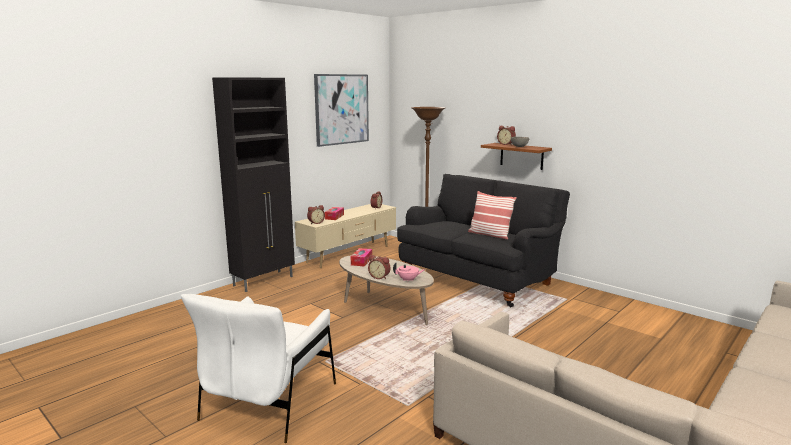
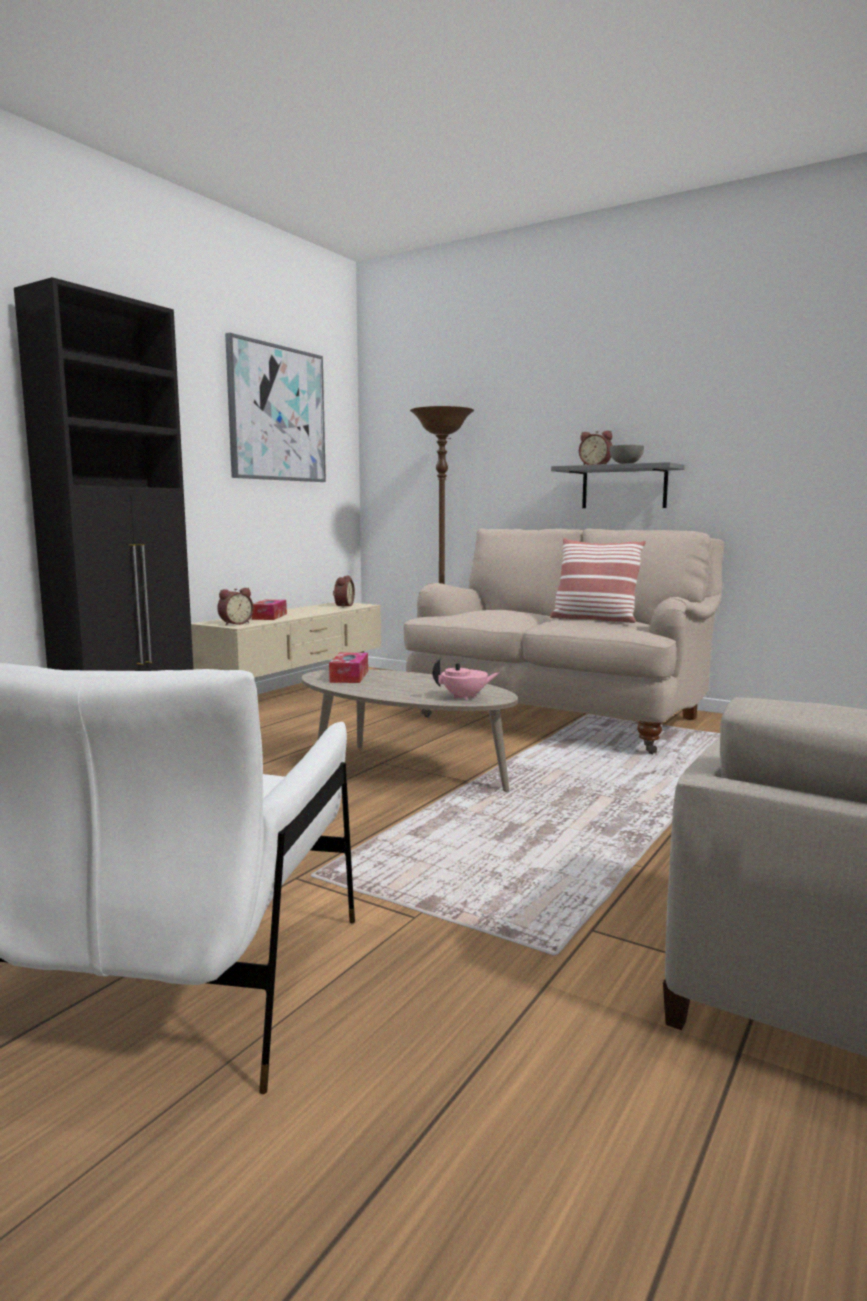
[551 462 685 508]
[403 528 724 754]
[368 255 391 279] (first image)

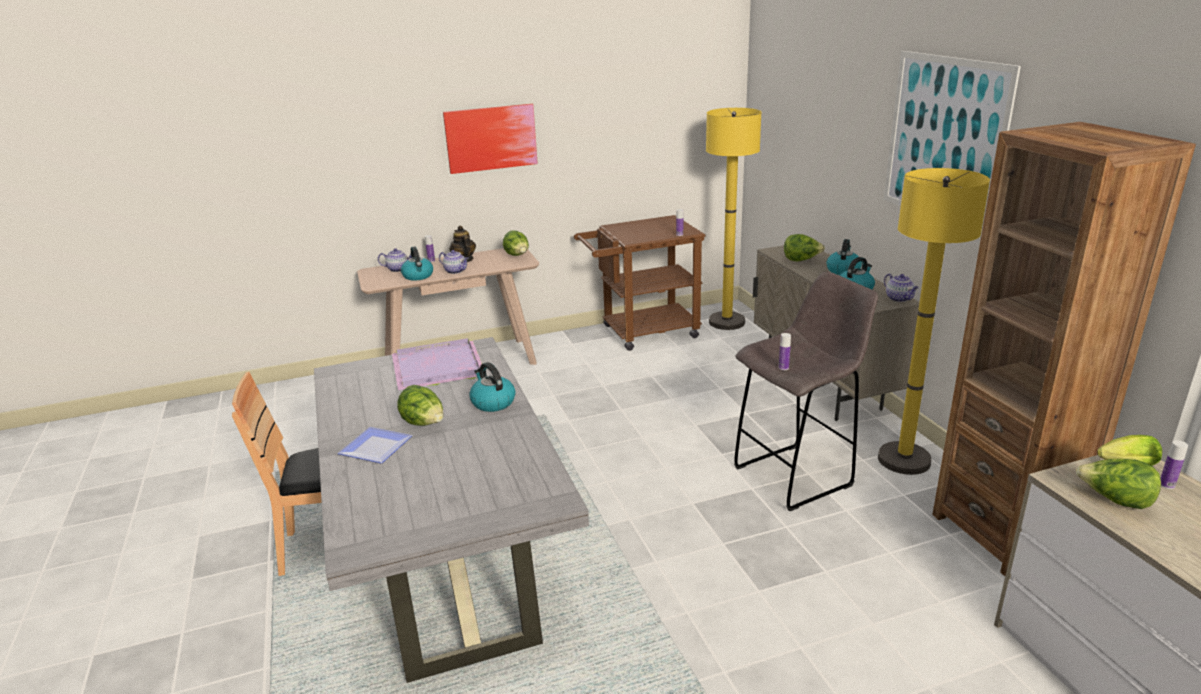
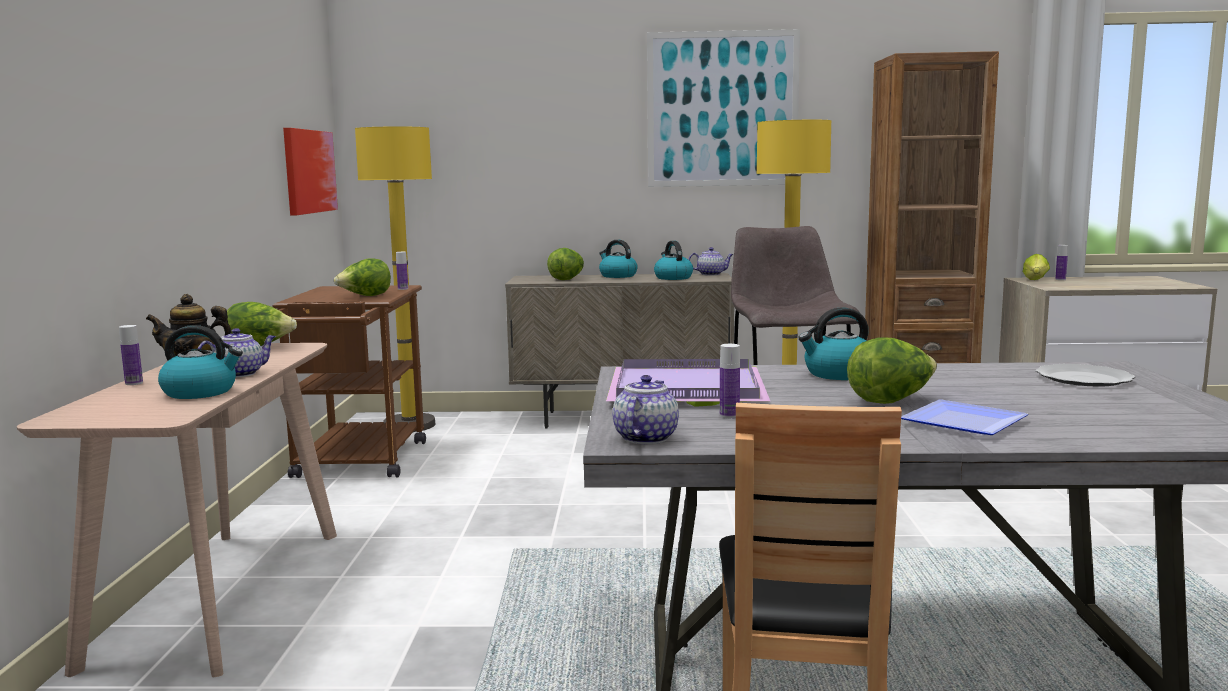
[283 128 338 216]
[613 375 679 444]
[720 344 740 418]
[334 258 391 296]
[1036 364 1135 387]

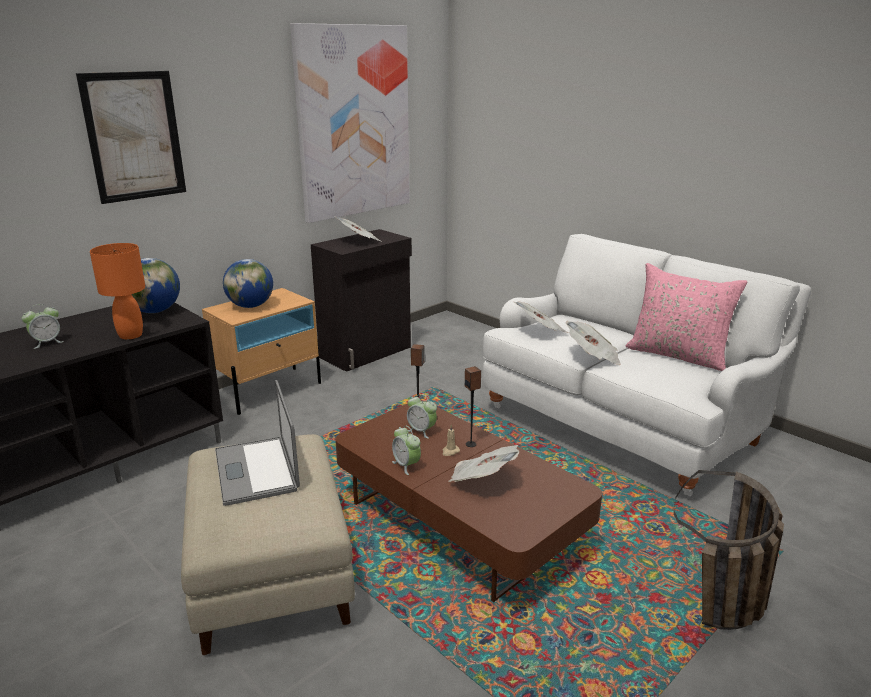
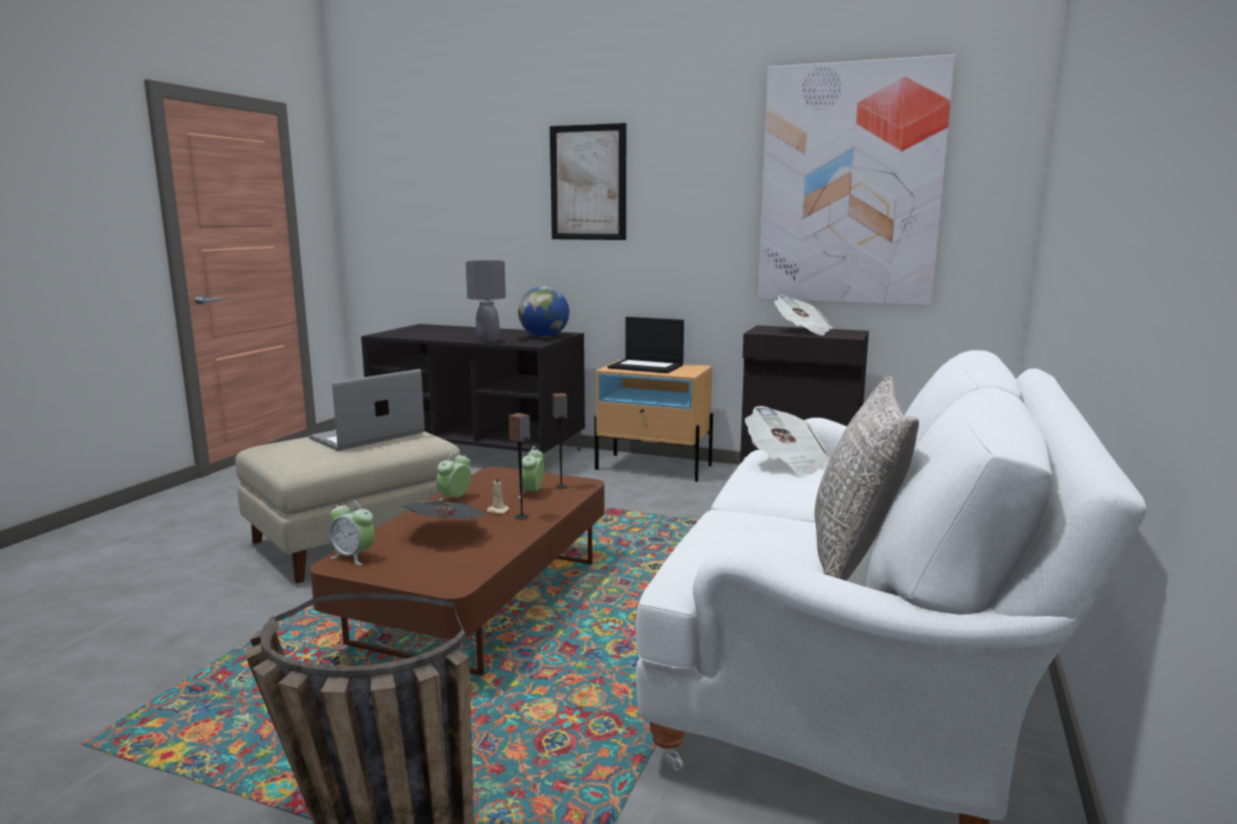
[466 260 506 343]
[608 317 684 373]
[815 376 919 581]
[329 499 375 565]
[566 321 621 365] (first image)

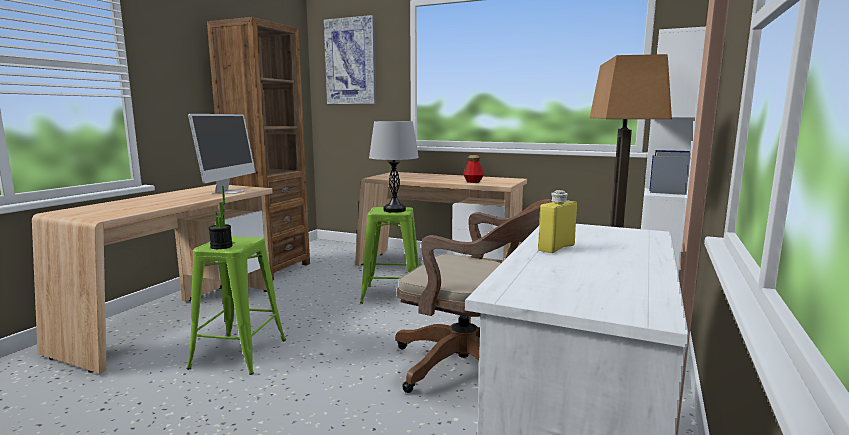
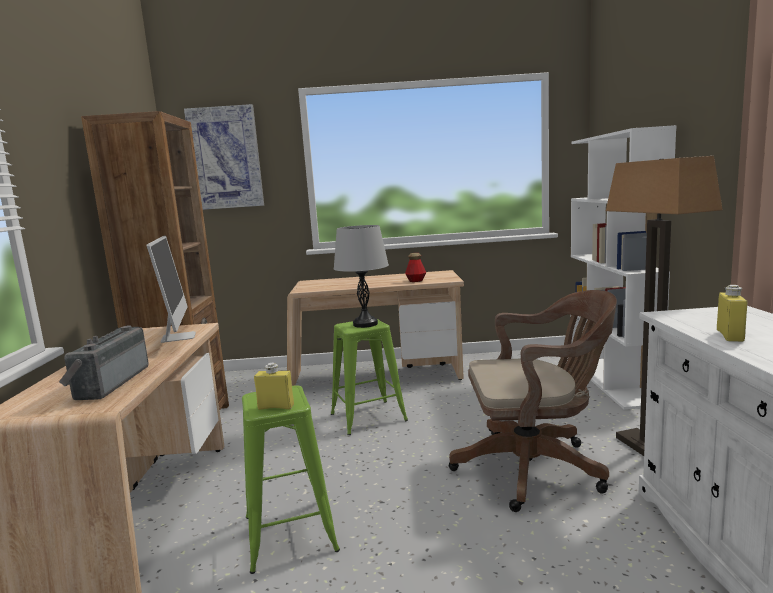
[254 363 294 410]
[59 325 149 400]

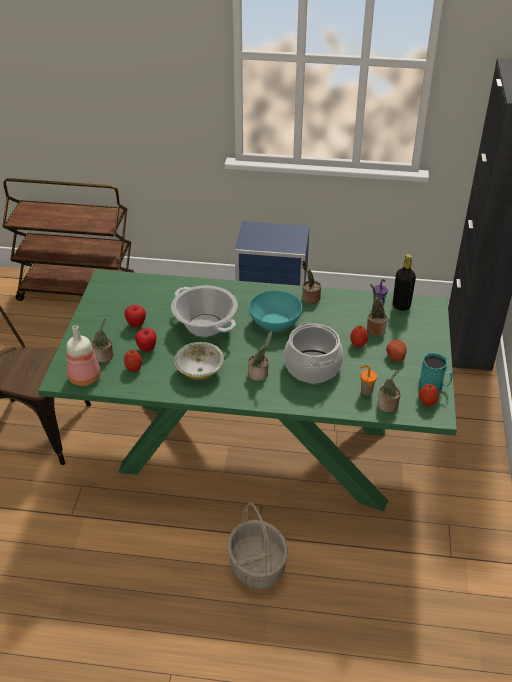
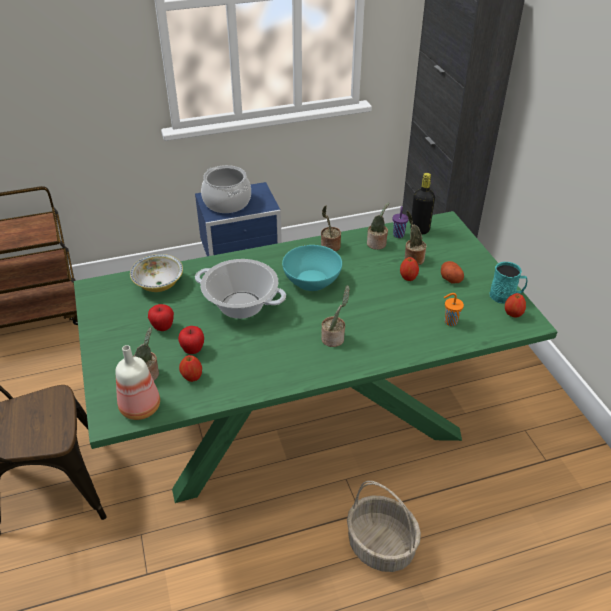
[201 165 251 213]
[130 254 183 292]
[367 202 389 250]

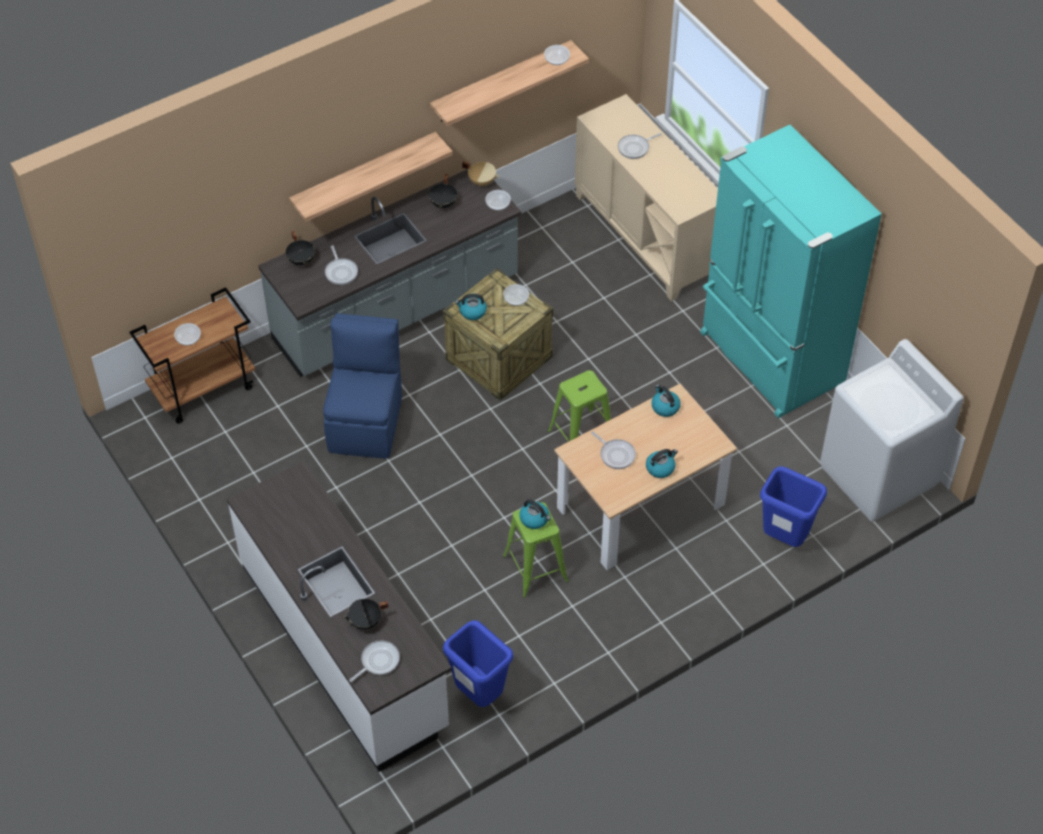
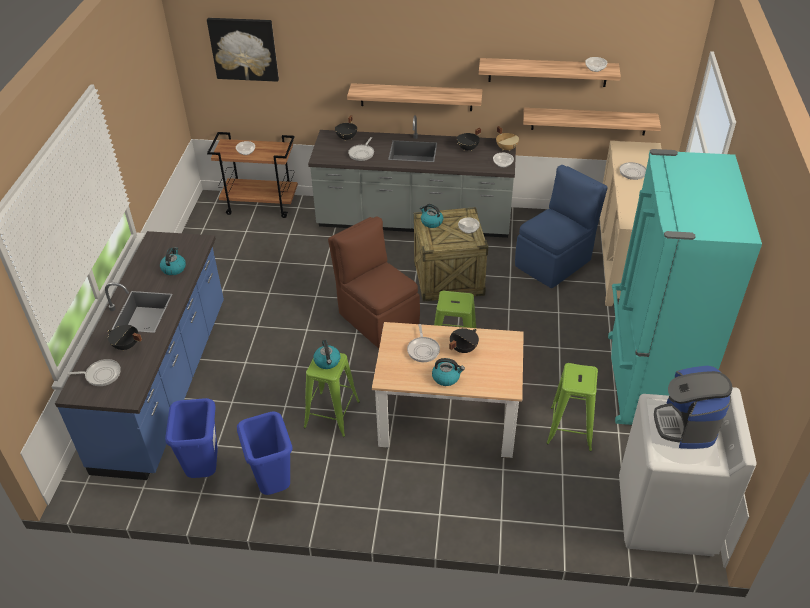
[515 165 608 288]
[160 248 186 275]
[55 231 224 480]
[237 411 293 495]
[207 18 279 82]
[523 108 661 135]
[328 216 420 348]
[449 328 479 353]
[546 363 598 451]
[654 366 733 449]

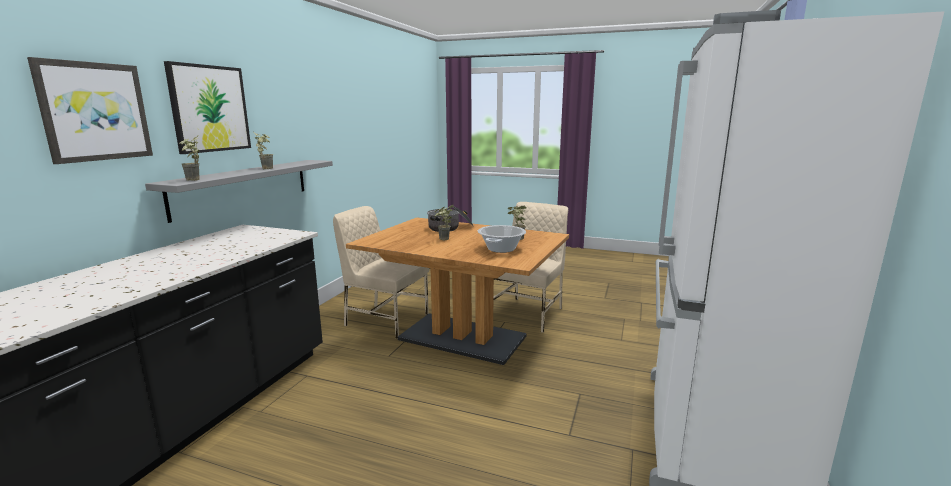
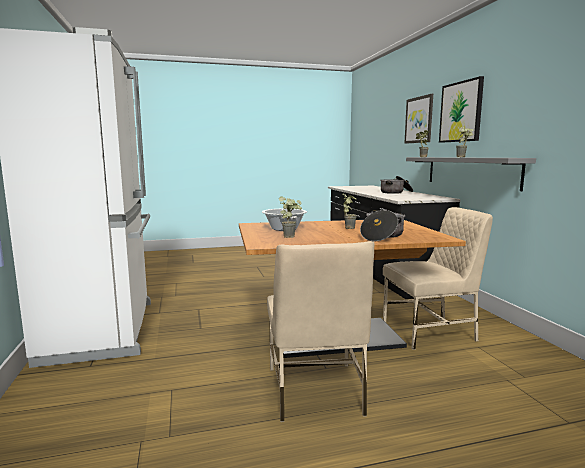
[380 176 413 194]

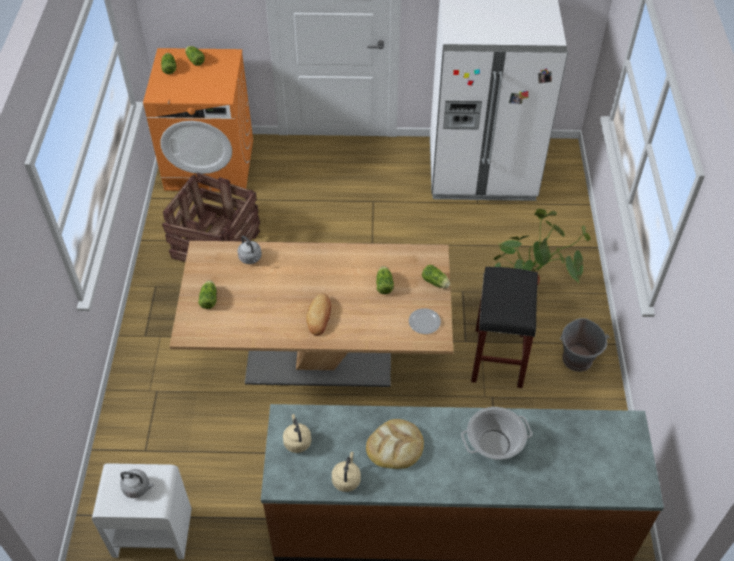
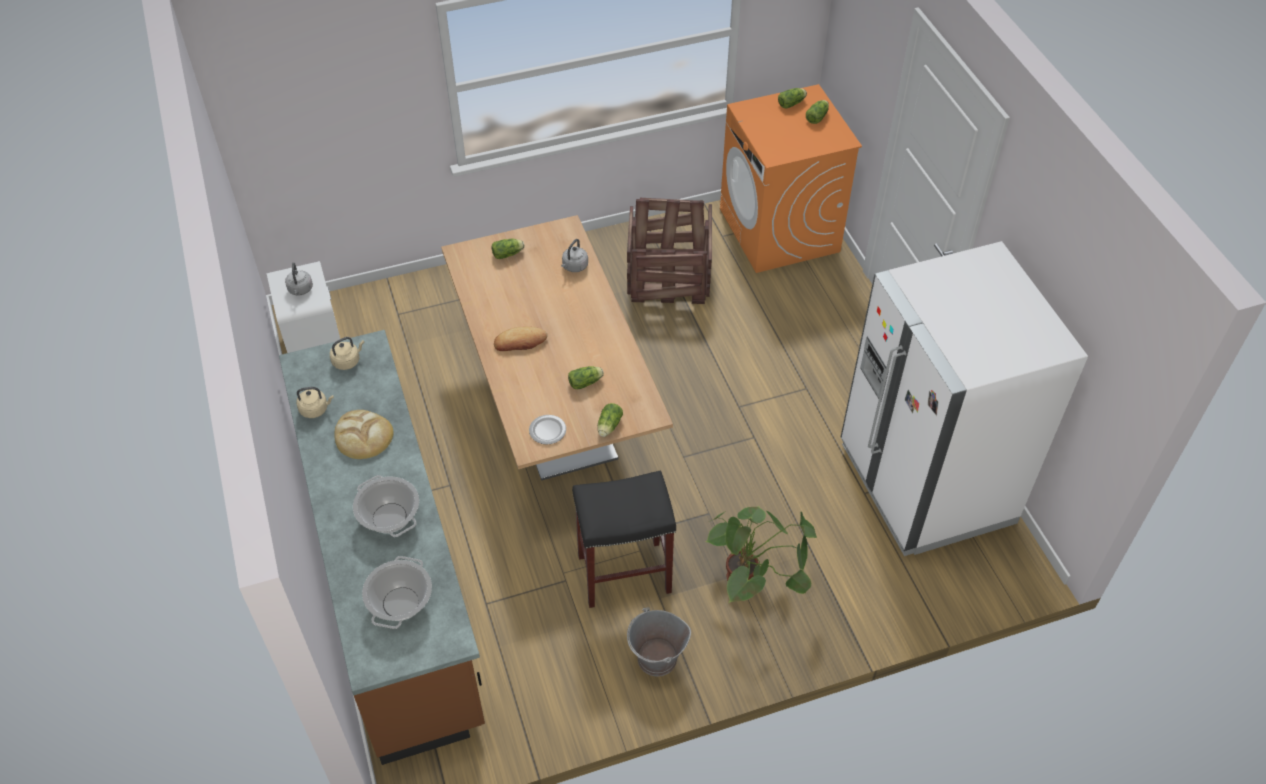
[362 556 432 629]

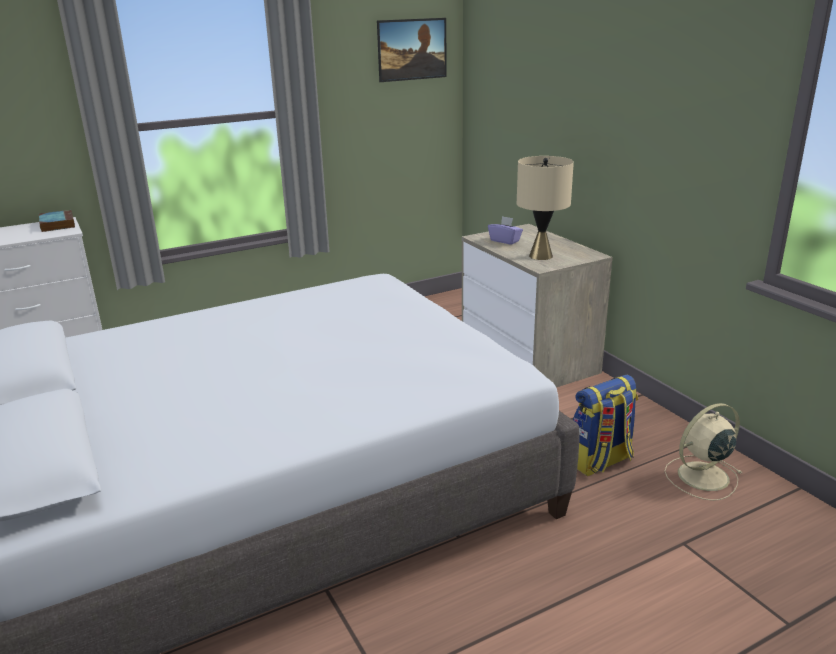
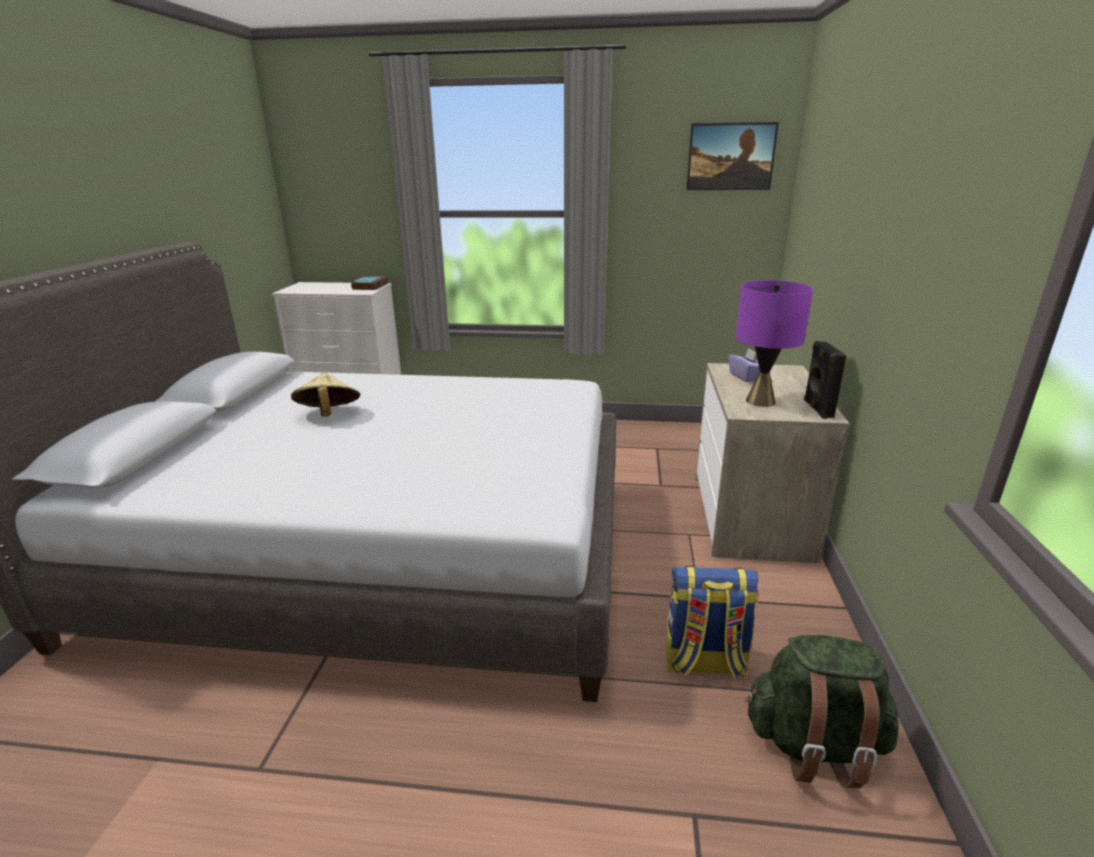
[736 280 813 407]
[745 635 899 788]
[804 341 847 419]
[291 372 360 417]

